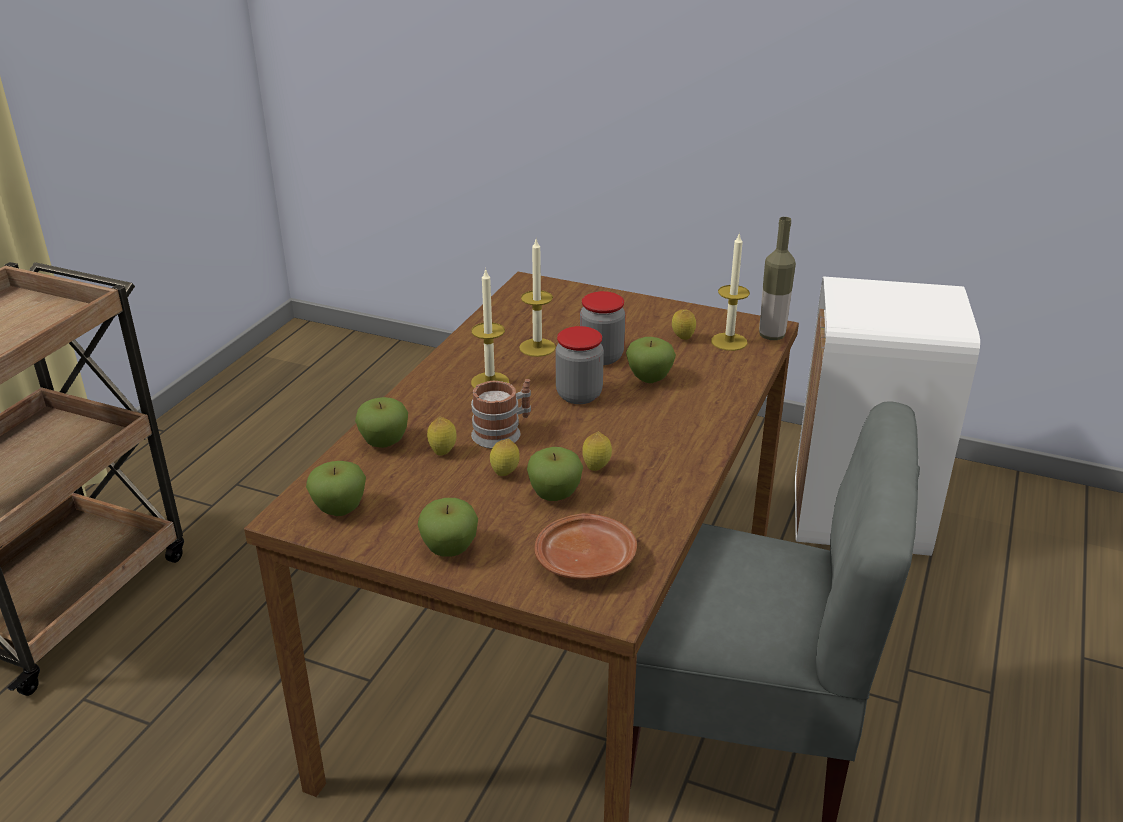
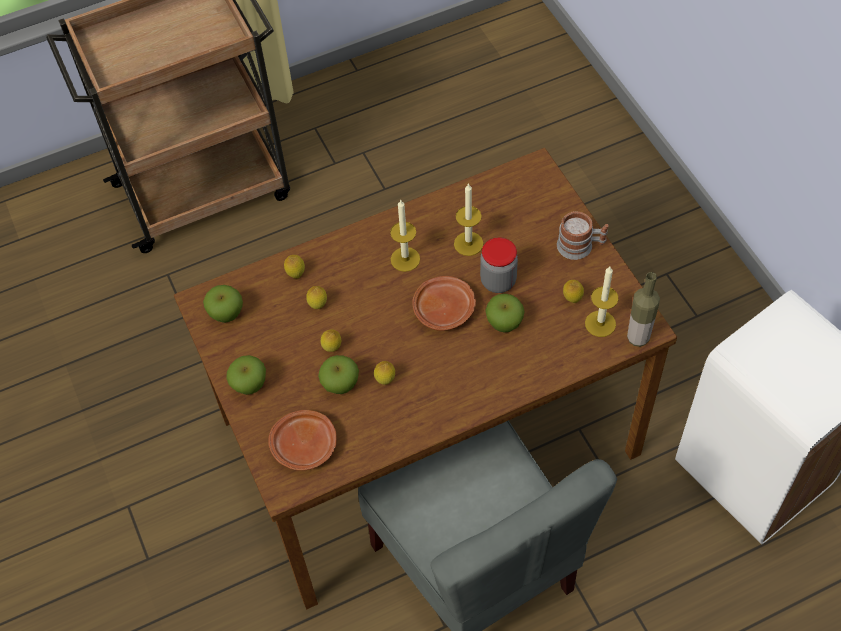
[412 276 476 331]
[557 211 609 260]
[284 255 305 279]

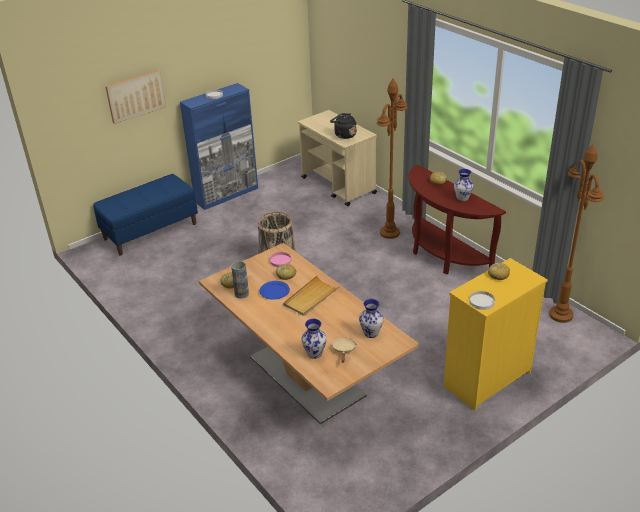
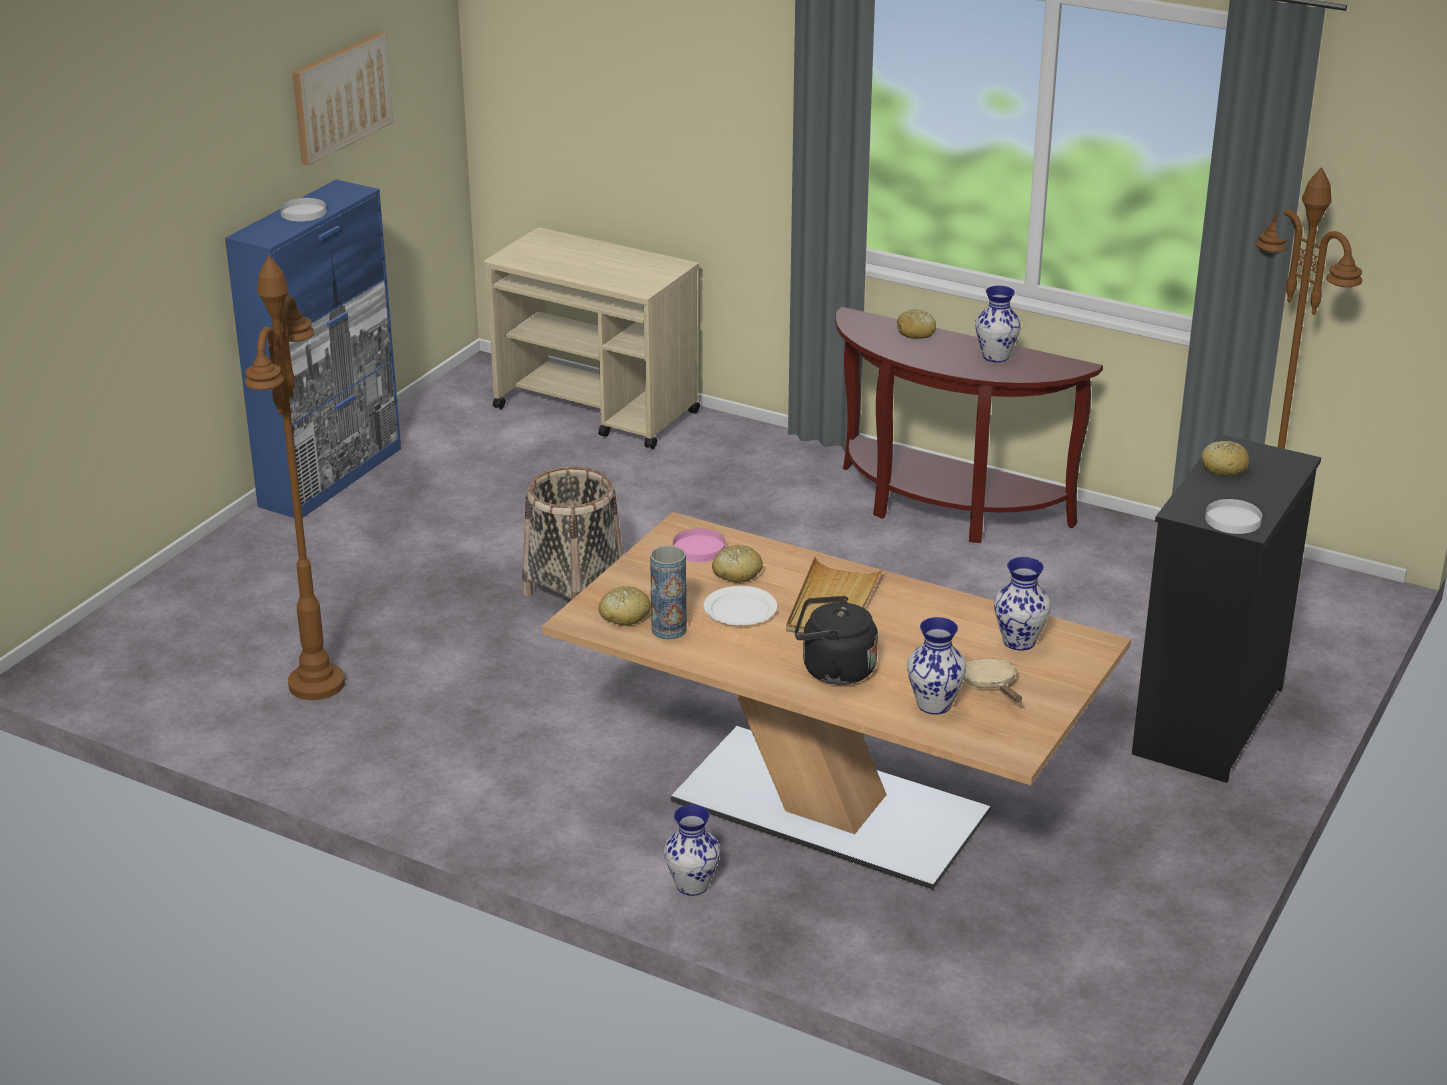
[293 33 393 165]
[245 256 345 700]
[795 596 878 685]
[93 174 198 255] (first image)
[1132 434 1321 783]
[704 586 777 625]
[664 805 720 896]

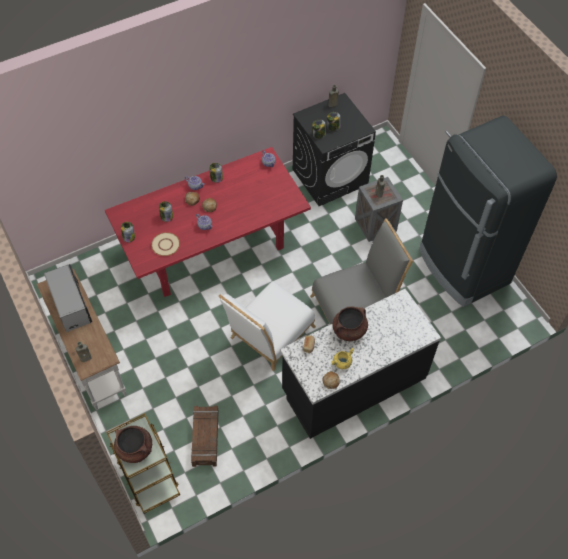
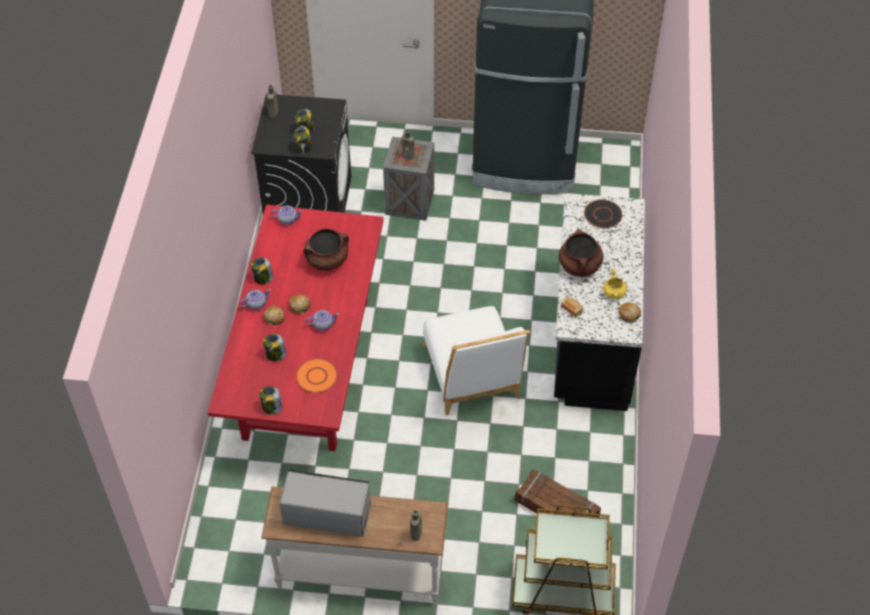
[310 218 413 324] (first image)
[296 359 337 393]
[303 229 349 271]
[584 199 622 228]

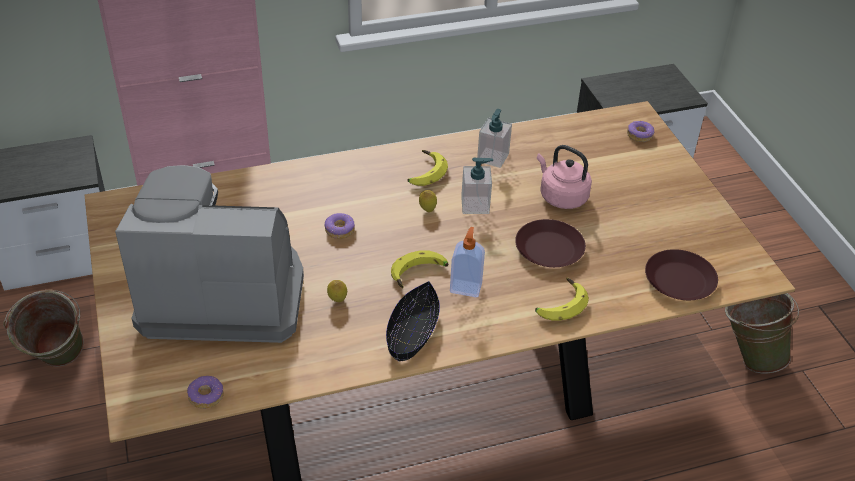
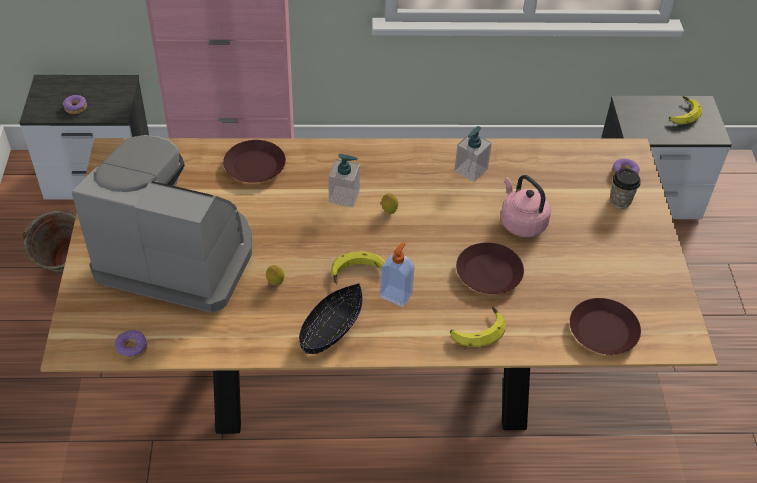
[669 96 702 124]
[328 154 360 208]
[63 95 87 114]
[725 293 799 373] (first image)
[223 140 286 183]
[610 168 641 208]

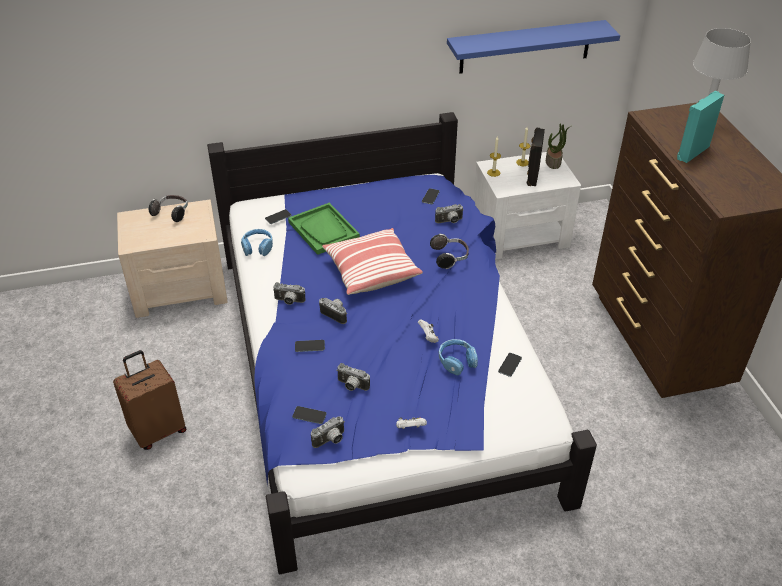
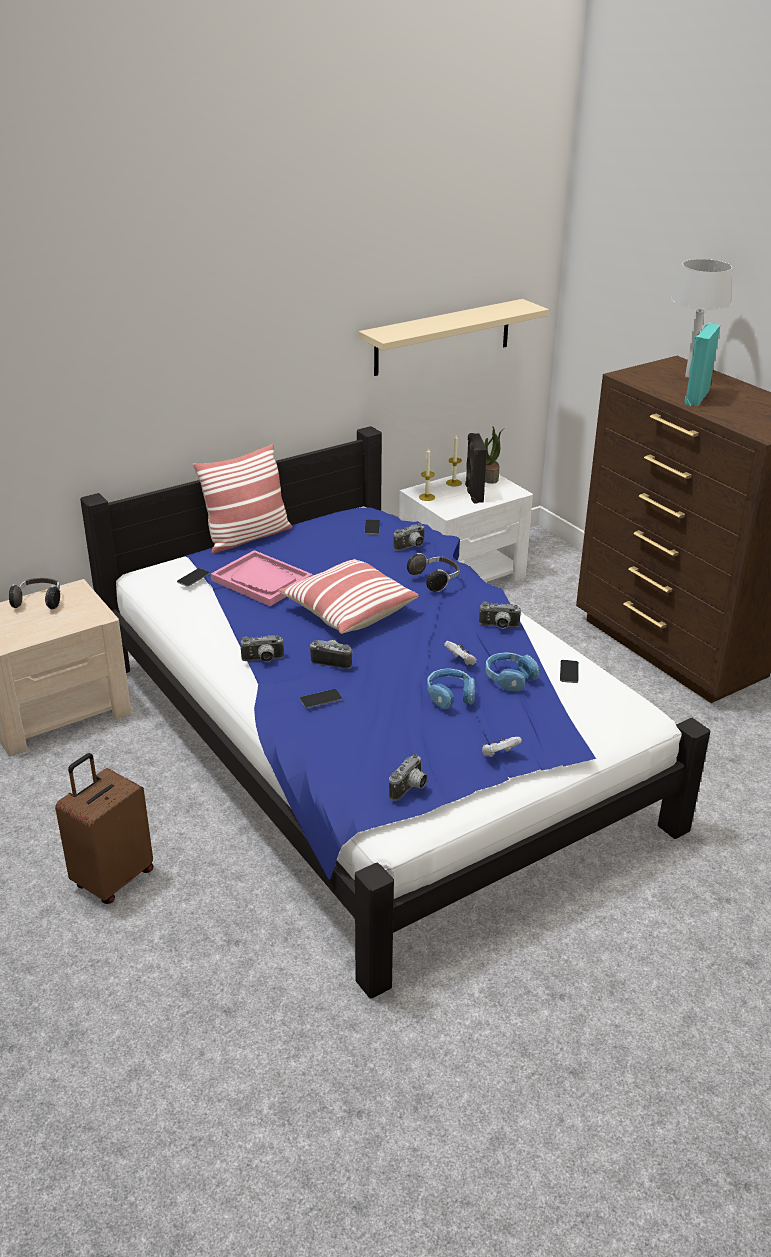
[359 299 549 376]
[211 550 313 606]
[427 669 475 710]
[479 602 521 629]
[292 406 327 424] (first image)
[193 444 292 554]

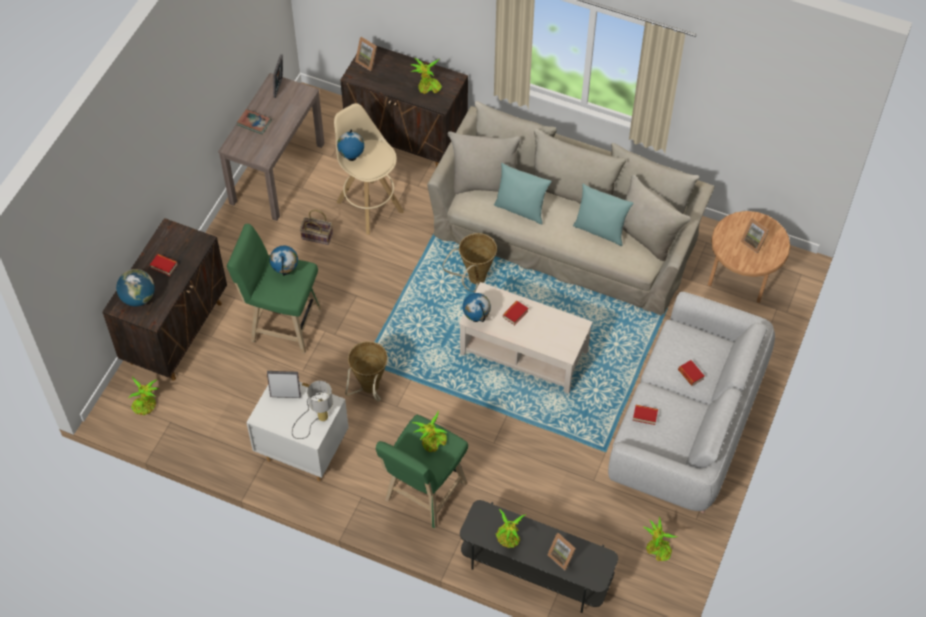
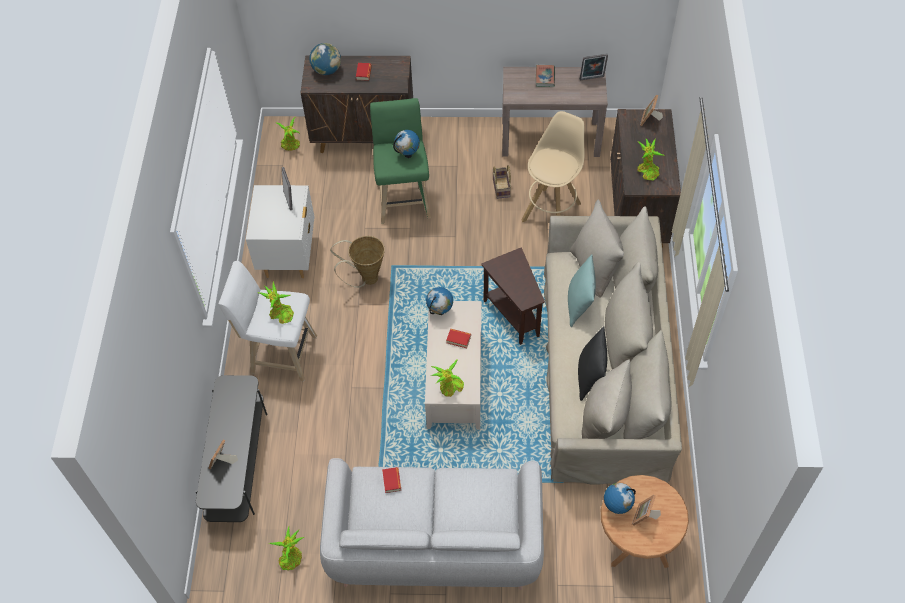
[604 483 636 514]
[578 326 607 401]
[481 248 545 345]
[678 360 704 386] (first image)
[292 381 333 439] (first image)
[218 261 317 382]
[431 358 464 397]

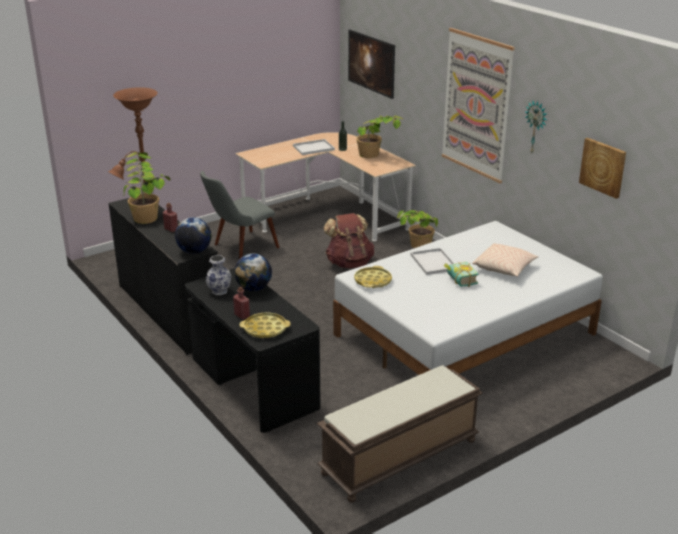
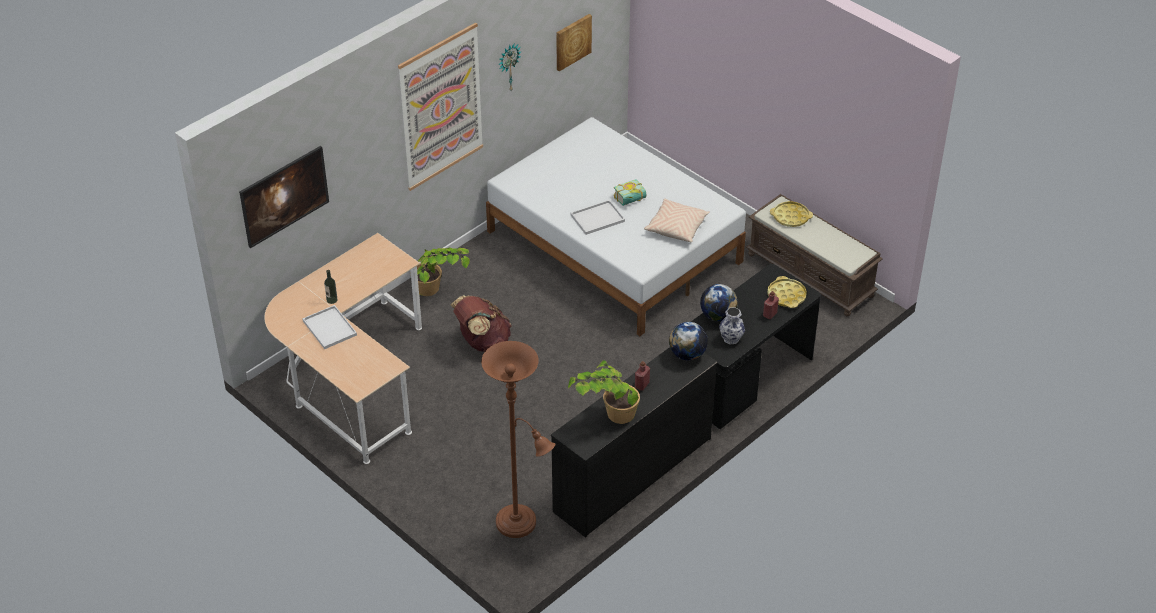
[356 116 403 158] (first image)
[200 171 279 259] (first image)
[644 198 710 242]
[770 201 813 227]

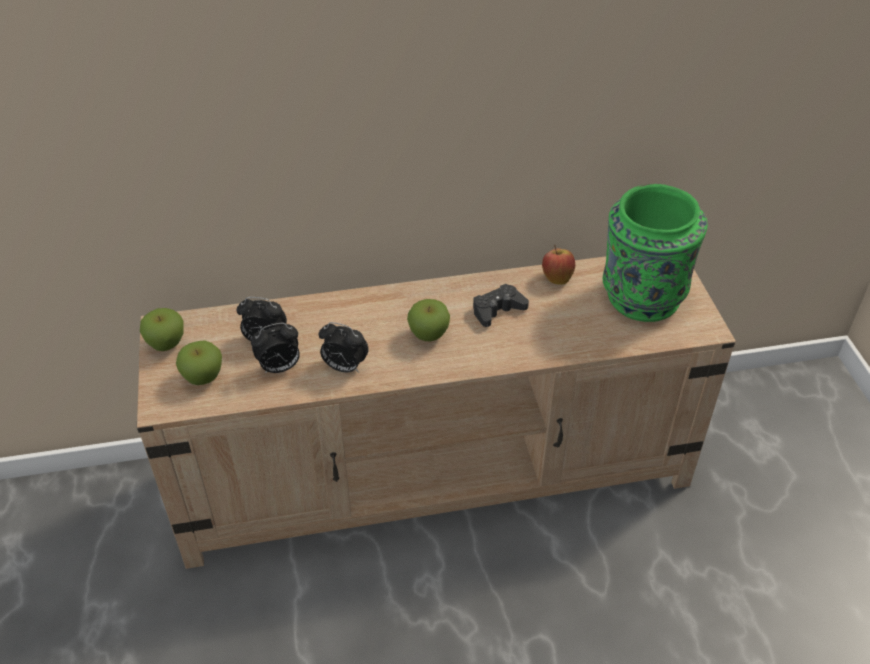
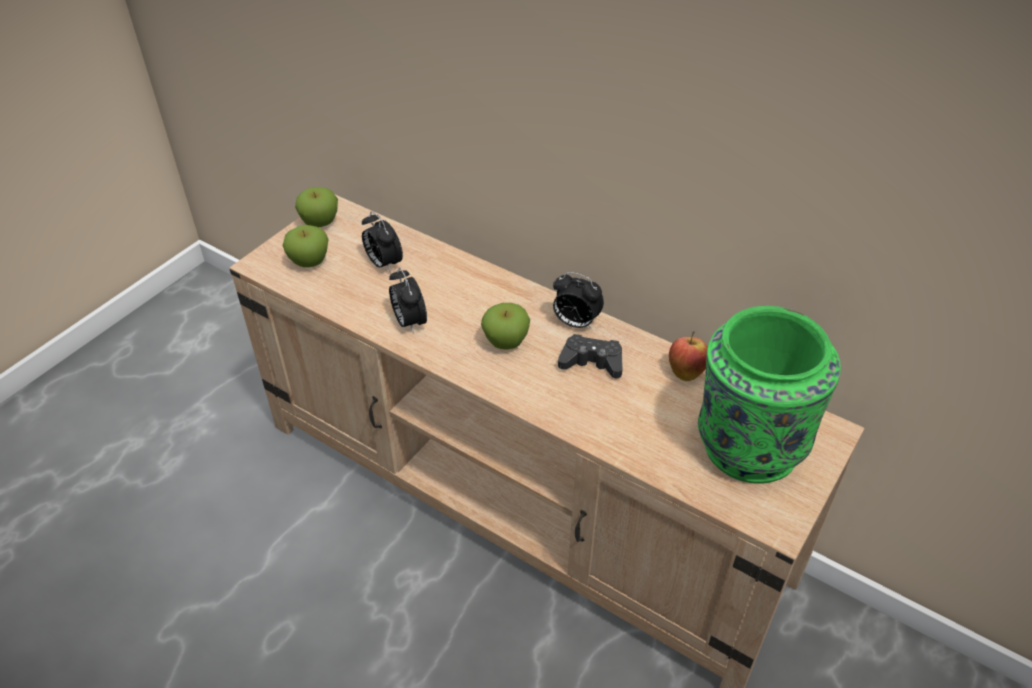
[553 272 604 329]

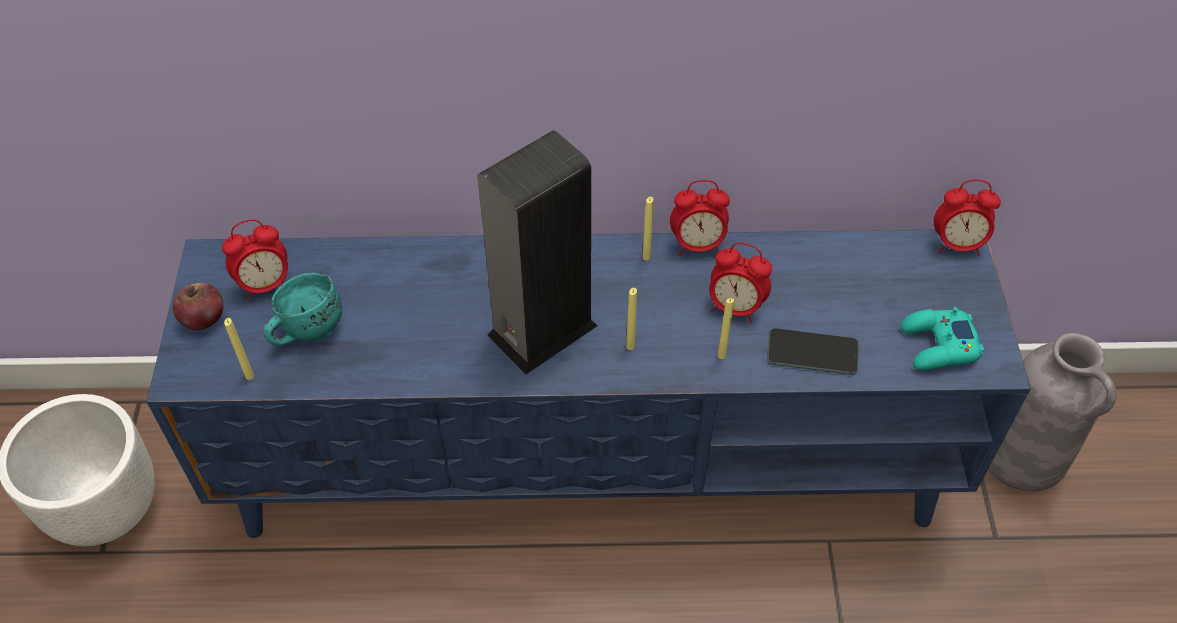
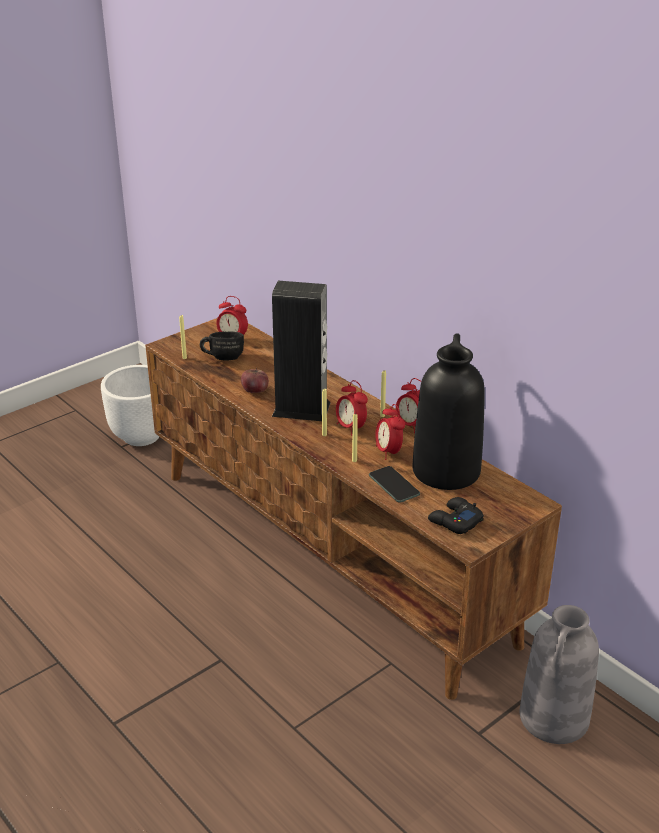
[336 380 368 436]
[145 318 562 700]
[200 331 244 361]
[241 368 269 393]
[428 497 484 534]
[412 333 485 490]

